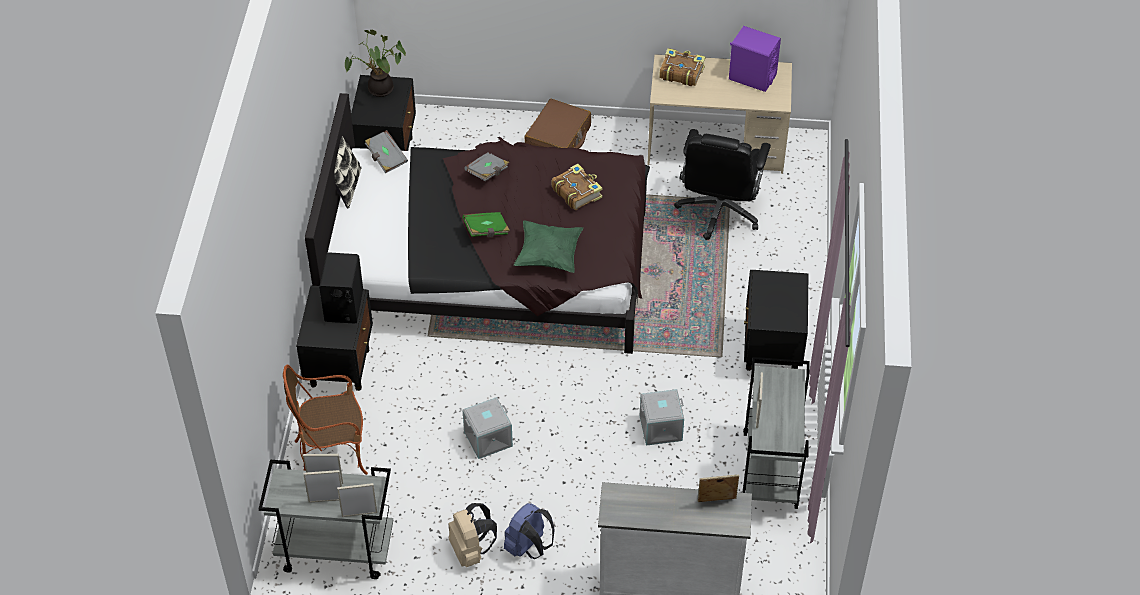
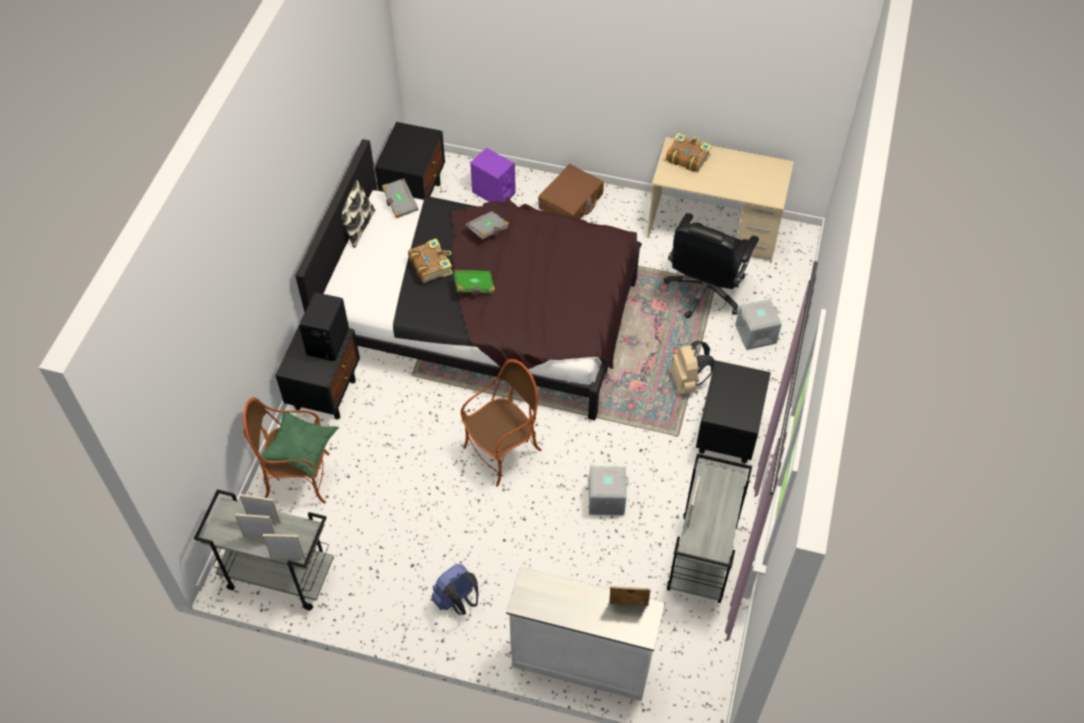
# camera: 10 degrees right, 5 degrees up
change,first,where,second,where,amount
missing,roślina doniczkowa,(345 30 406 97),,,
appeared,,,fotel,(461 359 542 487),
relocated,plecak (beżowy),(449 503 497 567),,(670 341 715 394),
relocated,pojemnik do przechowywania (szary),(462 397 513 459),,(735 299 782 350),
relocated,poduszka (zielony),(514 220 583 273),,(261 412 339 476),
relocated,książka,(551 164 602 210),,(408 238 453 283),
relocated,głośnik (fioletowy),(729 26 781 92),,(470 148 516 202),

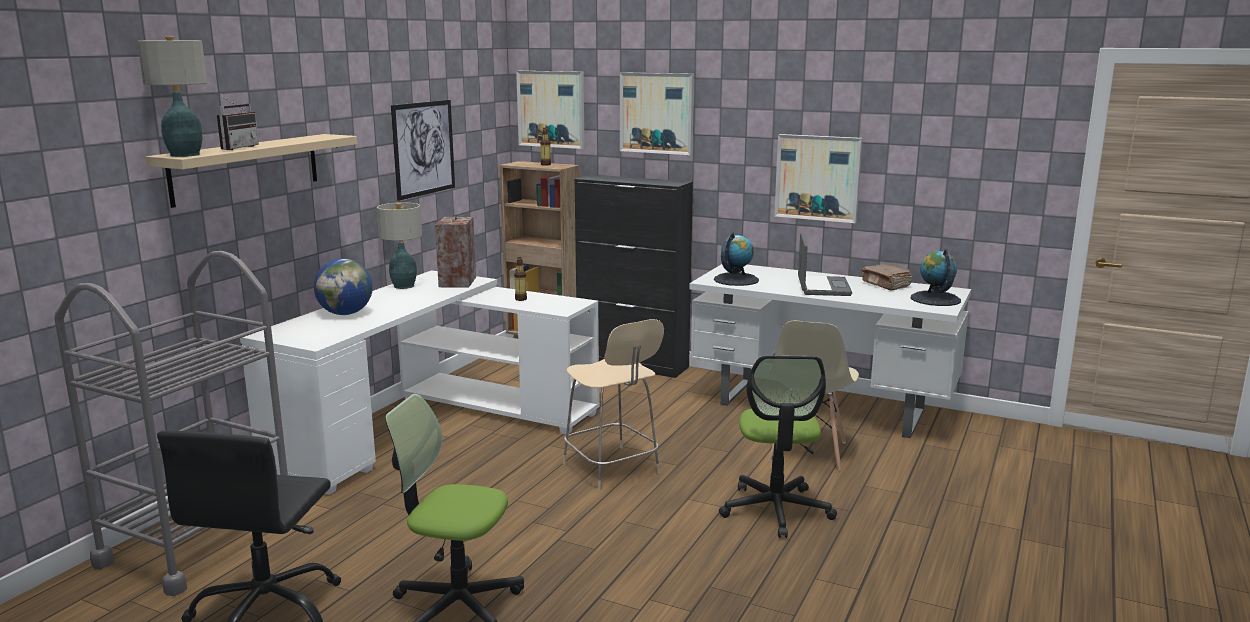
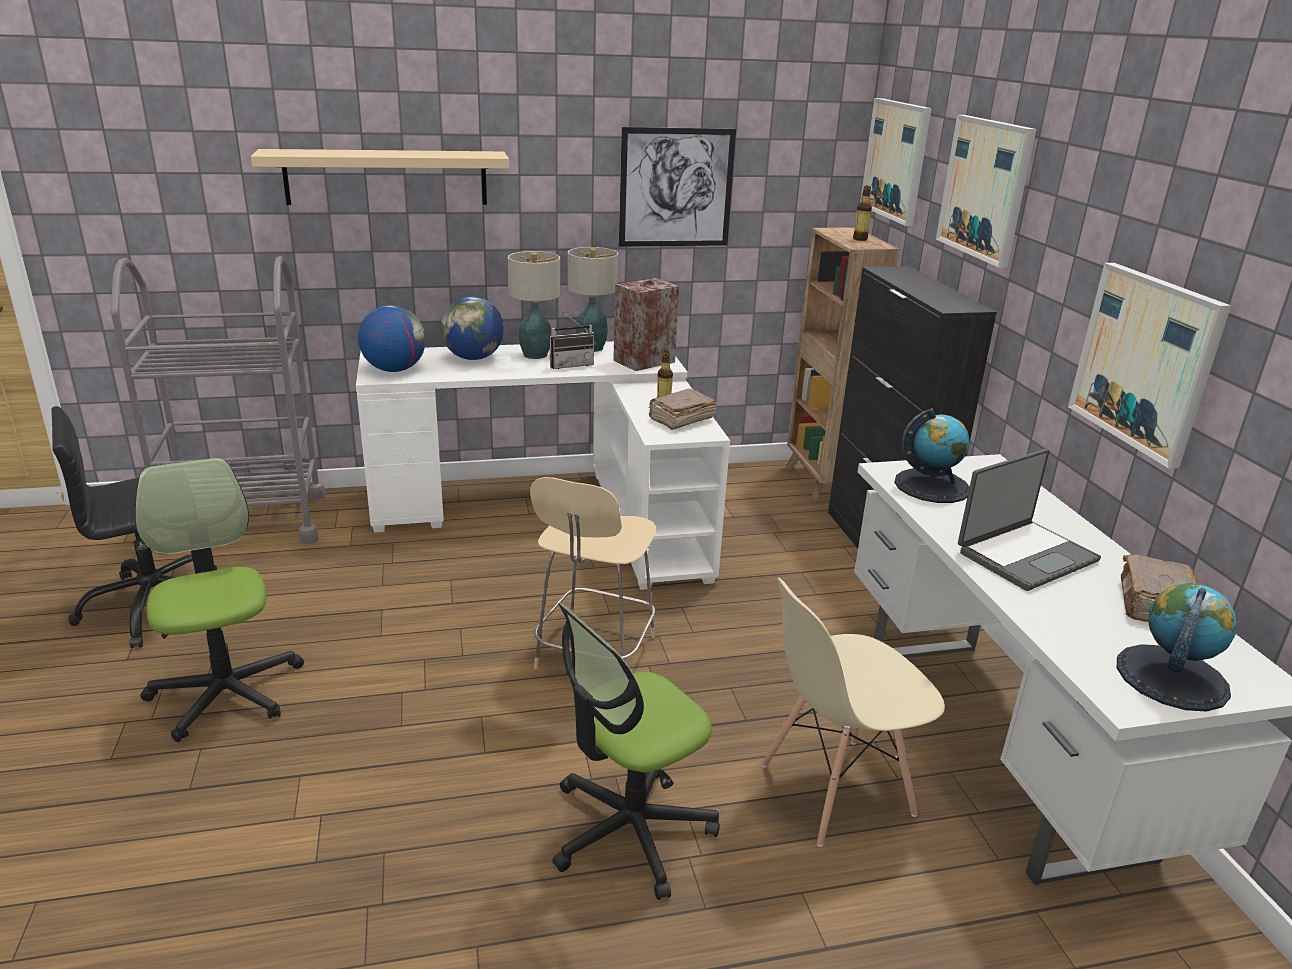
# camera: 50 degrees right, 10 degrees up
change,first,where,second,where,amount
appeared,,,globus,(358 305 426 372),
appeared,,,książka (brązowy),(649 389 717 430),
relocated,lampa stołowa,(137 36 207 157),,(508 251 560 359),
relocated,radio,(215 93 259 150),,(550 312 595 369),

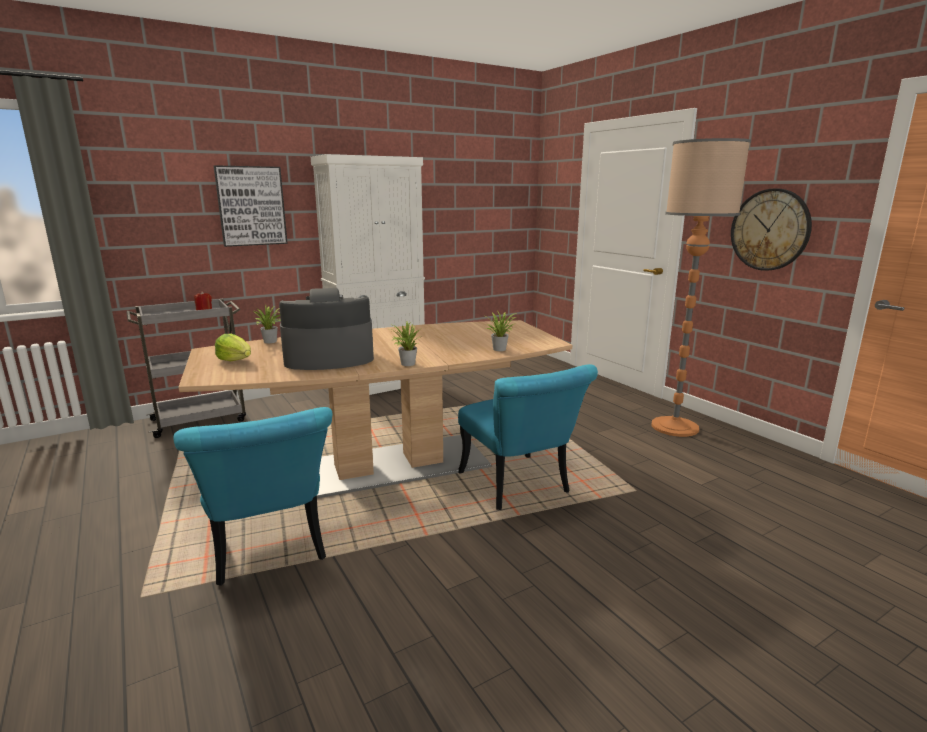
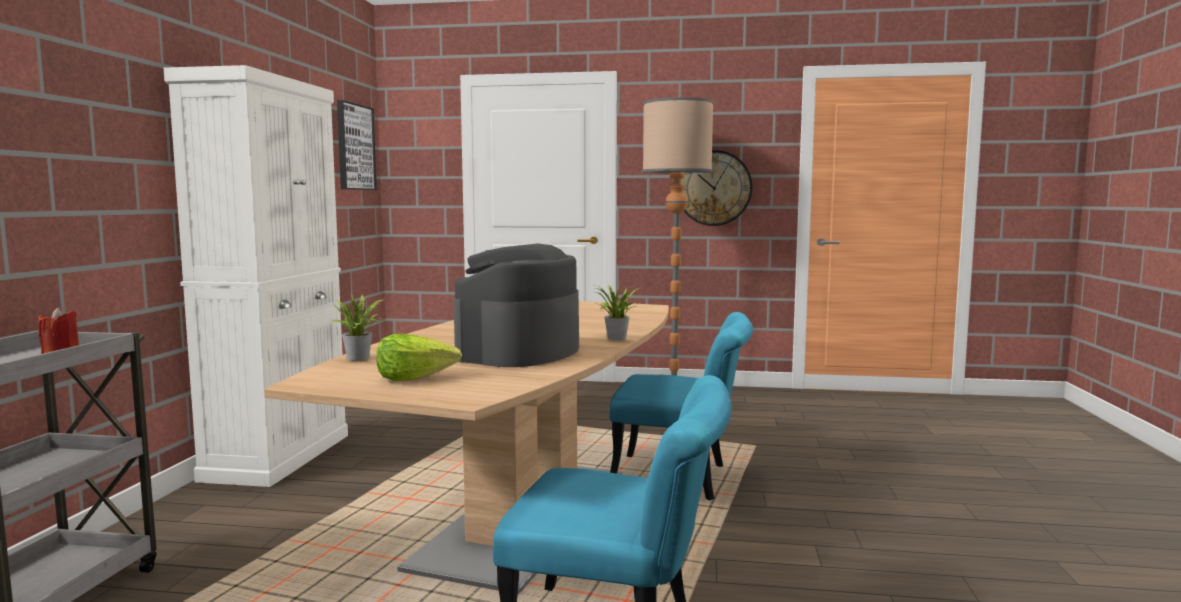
# camera: 50 degrees left, 10 degrees down
change,first,where,second,where,amount
missing,roślina doniczkowa,(486 312 517 351),,,
relocated,obraz,(214 165 288 247),,(337 100 377 190),

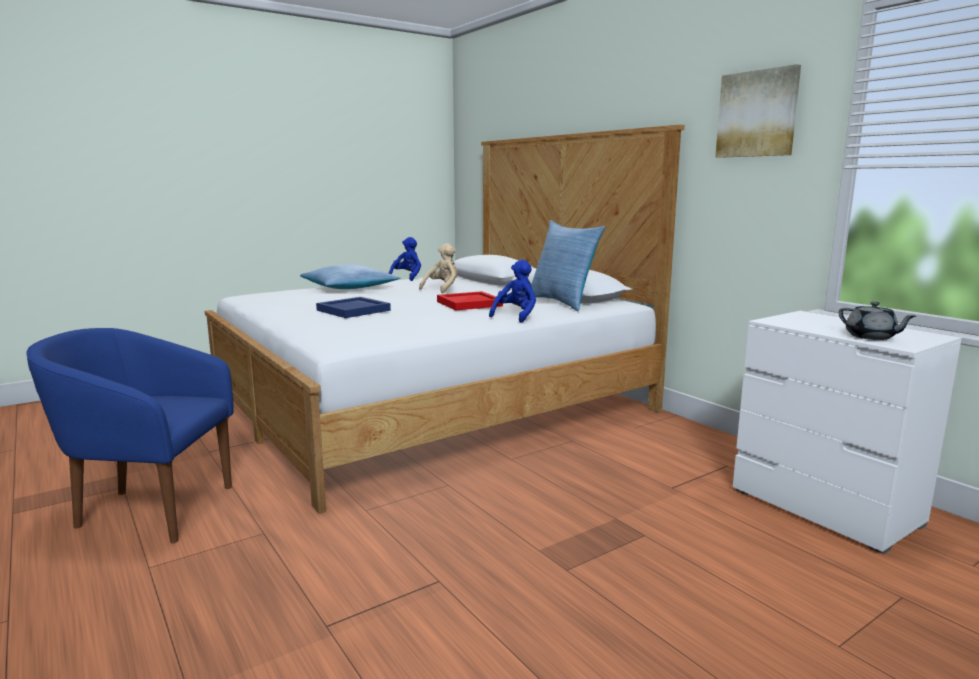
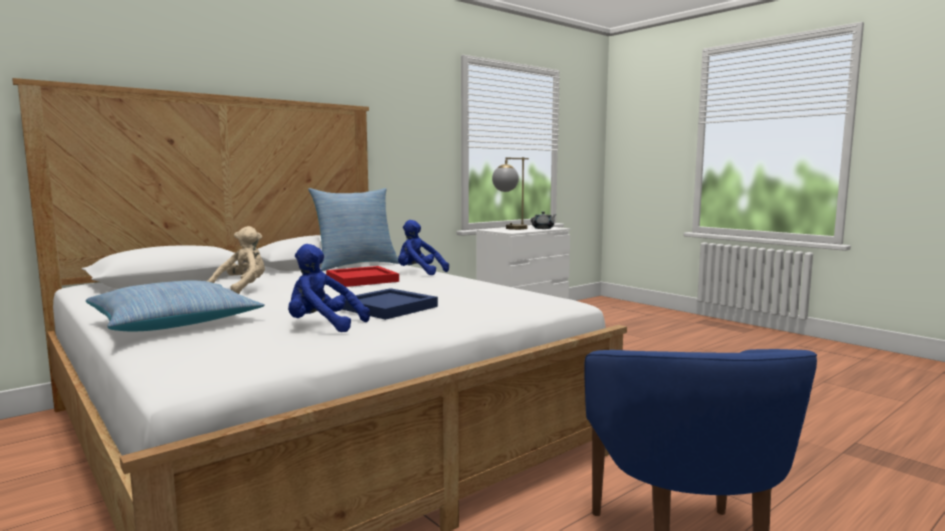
# camera: 95 degrees left, 5 degrees down
change,first,where,second,where,amount
missing,obraz,(715 64 801 158),,,
appeared,,,lampa stołowa,(492 157 529 230),
relocated,pluszak (niebieski),(389 237 421 281),,(288 244 370 332),
spun,pluszak (beżowy),(419 243 457 293),,(207 226 265 294),90 degrees clockwise

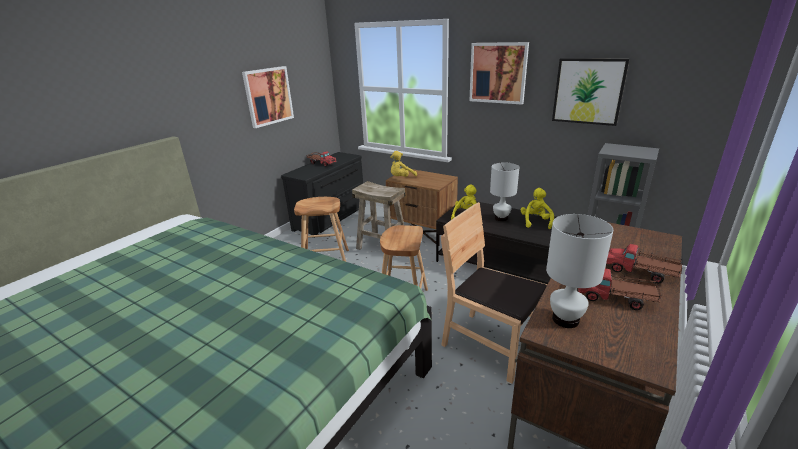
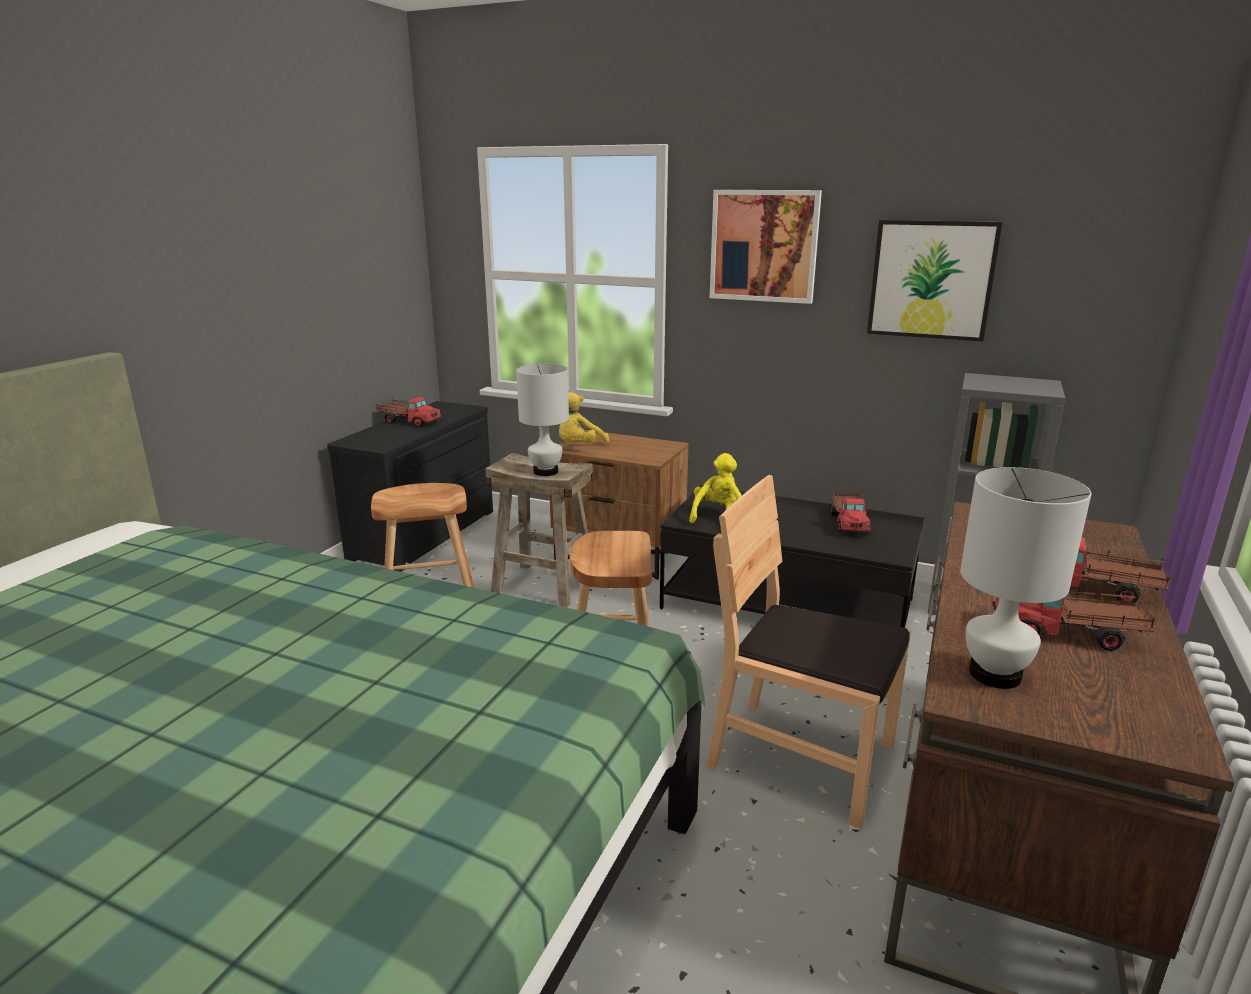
# camera: 10 degrees left, 5 degrees down
change,first,where,second,where,amount
missing,obraz,(242 66 294 128),,,
relocated,lampa stołowa (biały),(490 163 520 221),,(516 364 569 476),
exchanged,pluszak (żółty),(521 188 554 229),ciężarówka zabawkowa,(830 489 871 533),

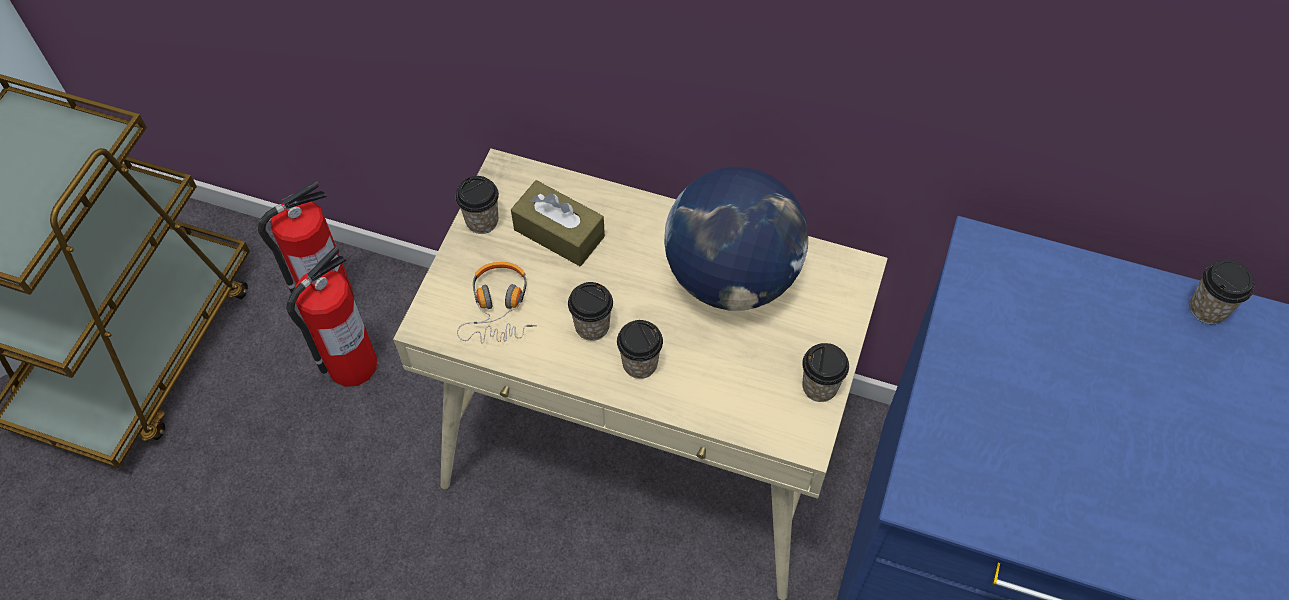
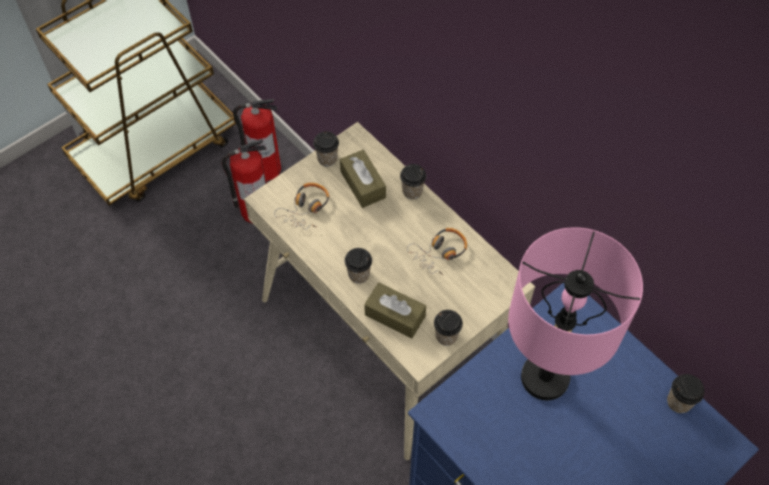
# camera: 30 degrees right, 0 degrees up
change,first,where,second,where,amount
appeared,,,pudełko chusteczek (brązowy),(364 283 426 339),
appeared,,,lampa stołowa (różowy),(508 227 643 400),
relocated,filiżanka,(568 282 613 341),,(400 164 426 199),
exchanged,globus,(664 167 808 311),słuchawki,(407 228 467 275),

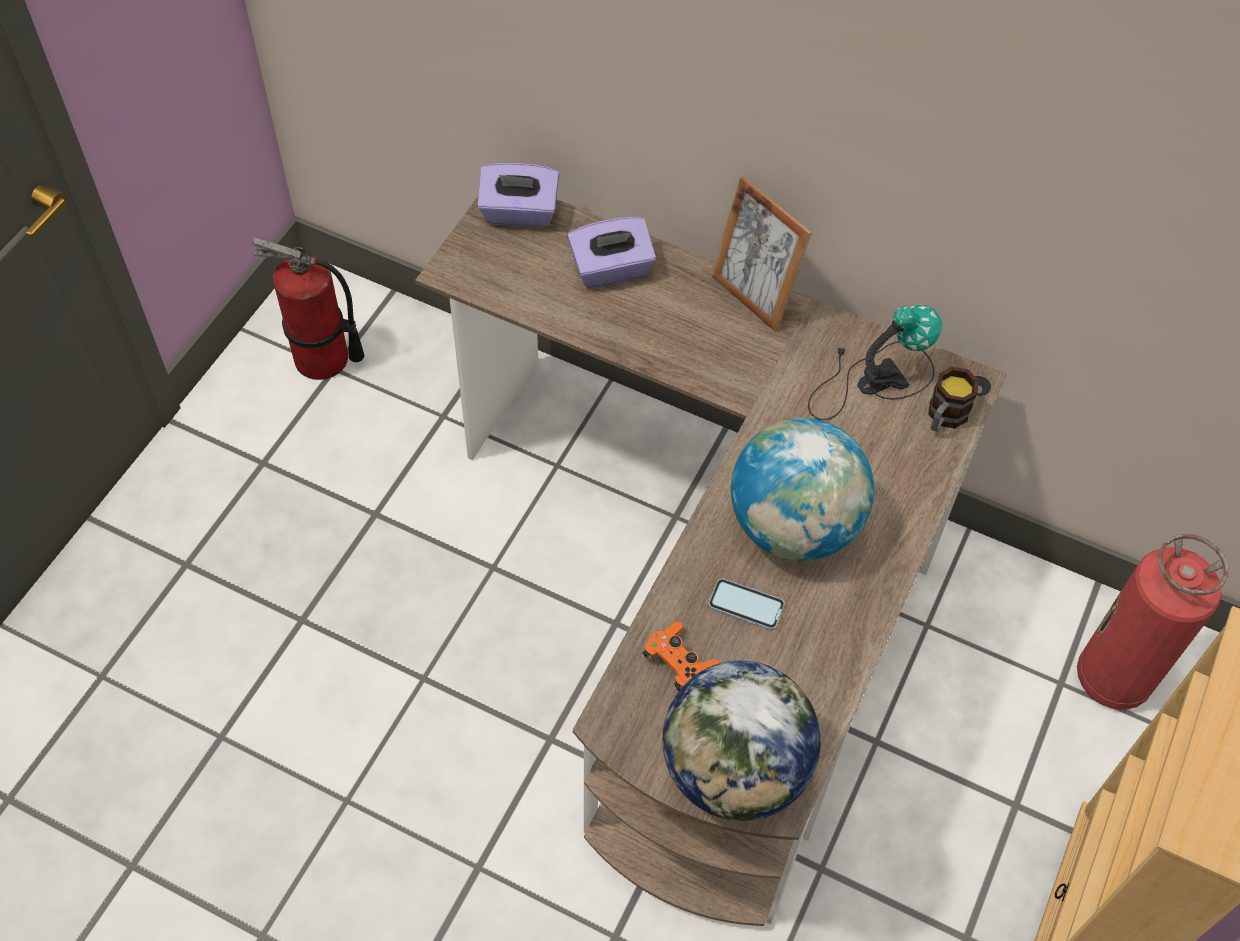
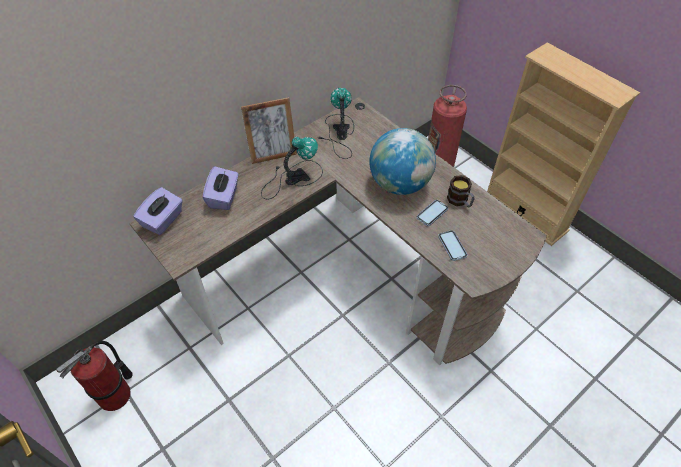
# camera: 65 degrees left, 5 degrees down
change,first,where,second,where,amount
missing,globus,(662 660 821 821),,,
appeared,,,lampa stołowa,(261 137 323 200),
relocated,kubek,(928 367 979 431),,(447 175 474 207),
exchanged,pad do gier (pomarańczowy),(642 622 720 692),telefon,(438 230 467 261),

